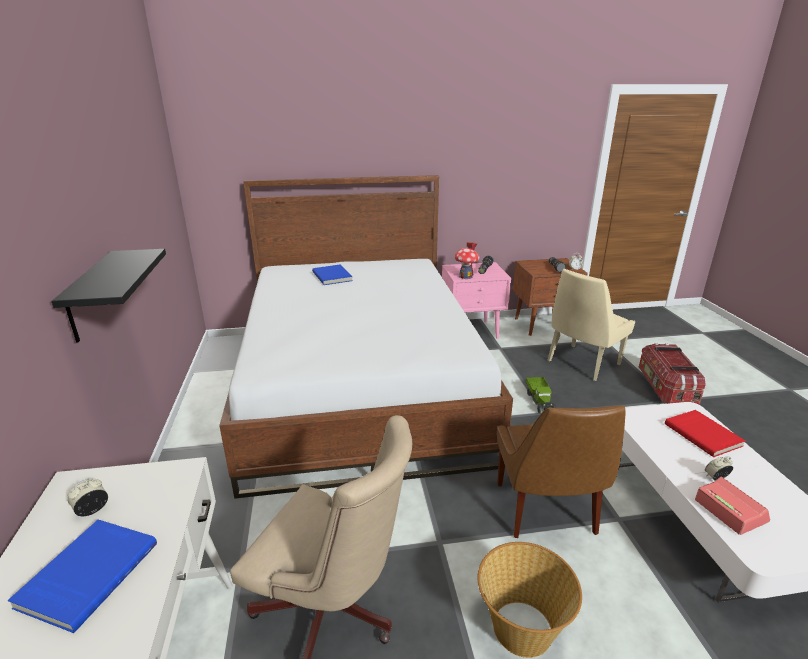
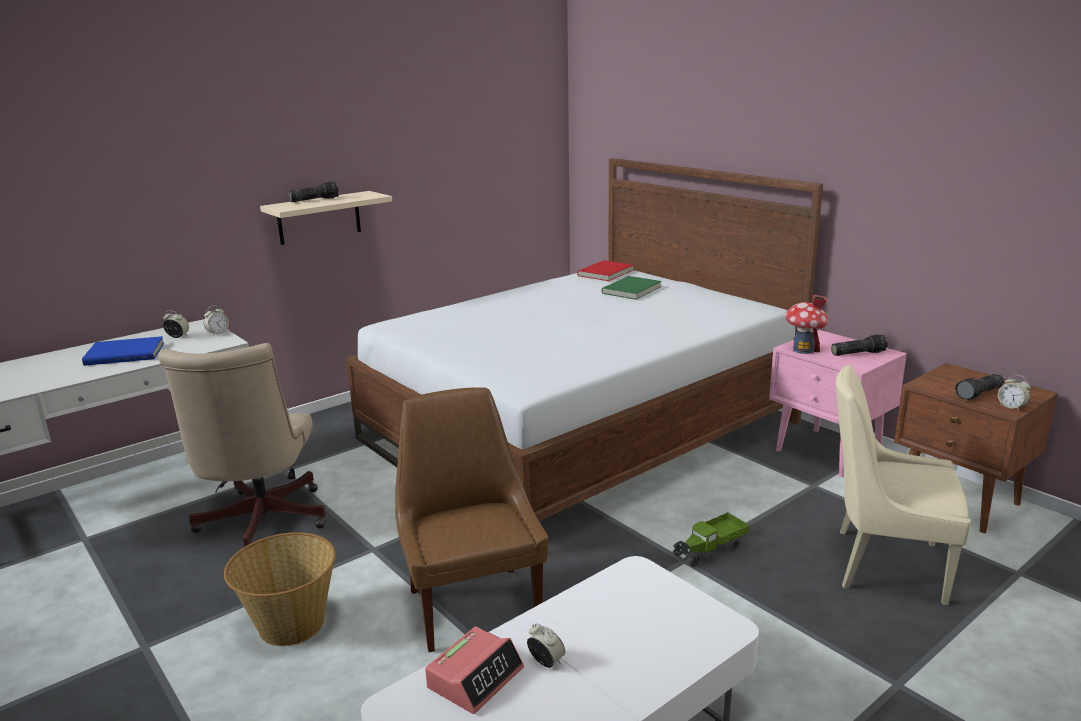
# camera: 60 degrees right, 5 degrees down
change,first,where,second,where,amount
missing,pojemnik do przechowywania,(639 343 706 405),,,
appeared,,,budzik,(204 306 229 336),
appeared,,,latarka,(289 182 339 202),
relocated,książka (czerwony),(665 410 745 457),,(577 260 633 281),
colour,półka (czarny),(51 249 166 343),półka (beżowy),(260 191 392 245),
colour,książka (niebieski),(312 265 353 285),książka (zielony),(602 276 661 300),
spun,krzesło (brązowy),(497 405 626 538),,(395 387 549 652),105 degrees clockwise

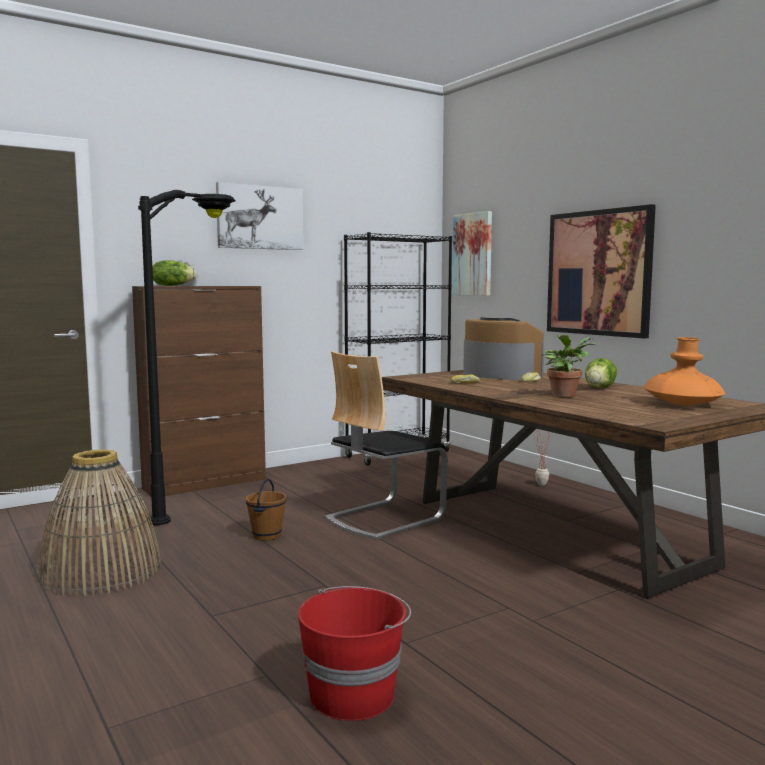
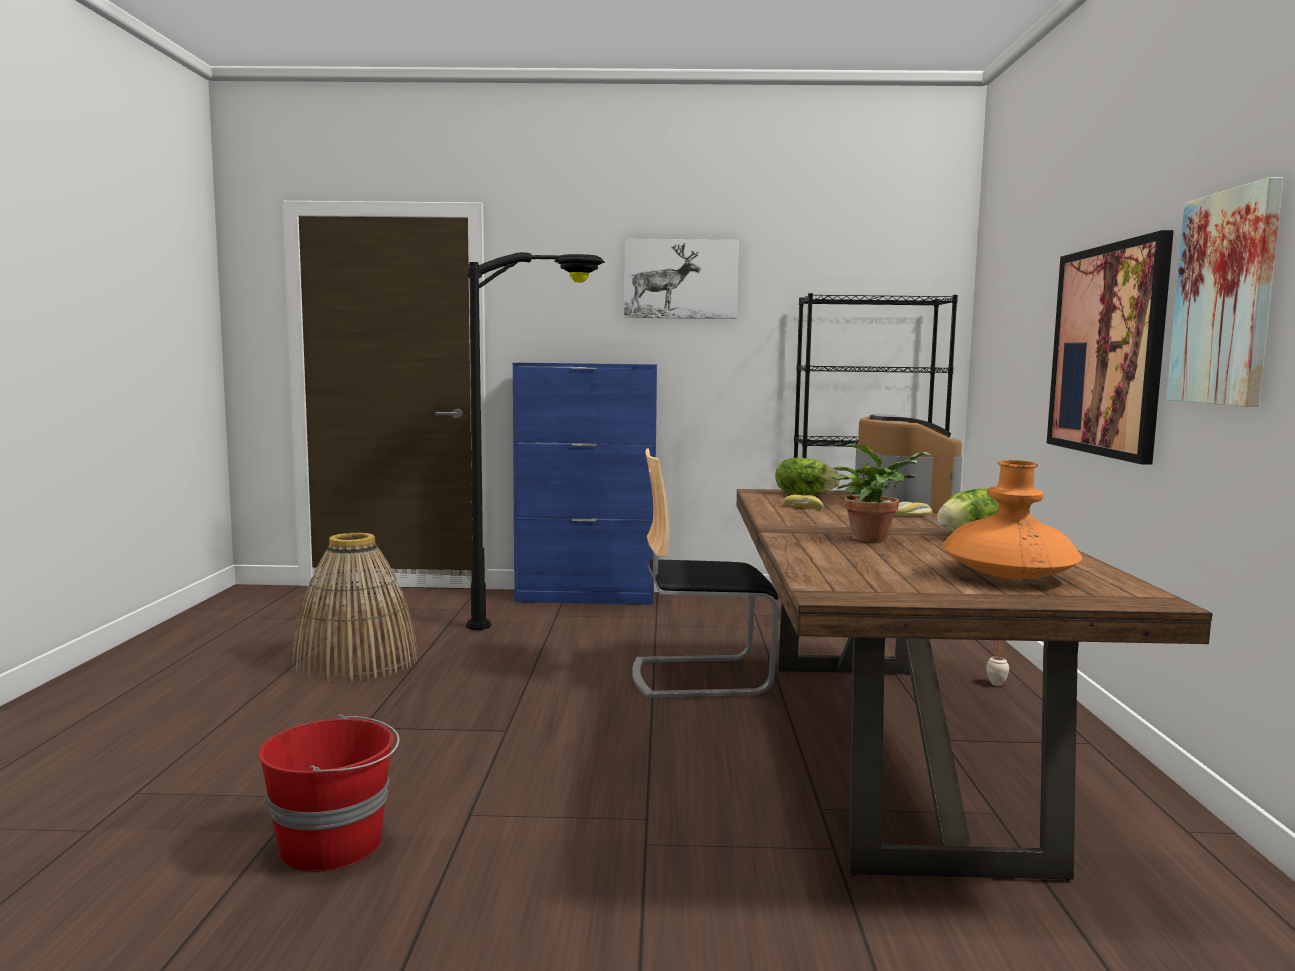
# camera: 35 degrees right, 0 degrees up
change,first,where,second,where,amount
missing,wiadro (brązowy),(246 478 287 541),,,
relocated,sałata,(152 260 196 286),,(776 458 840 495),
relocated,obraz,(452 211 492 296),,(1166 177 1283 407),
colour,szafka (brązowy),(132 286 266 496),szafka (niebieski),(513 363 657 605),

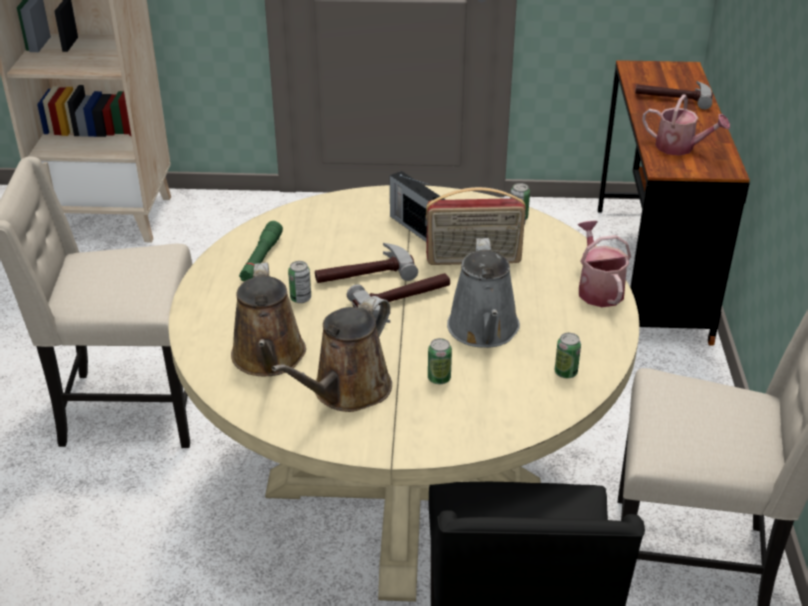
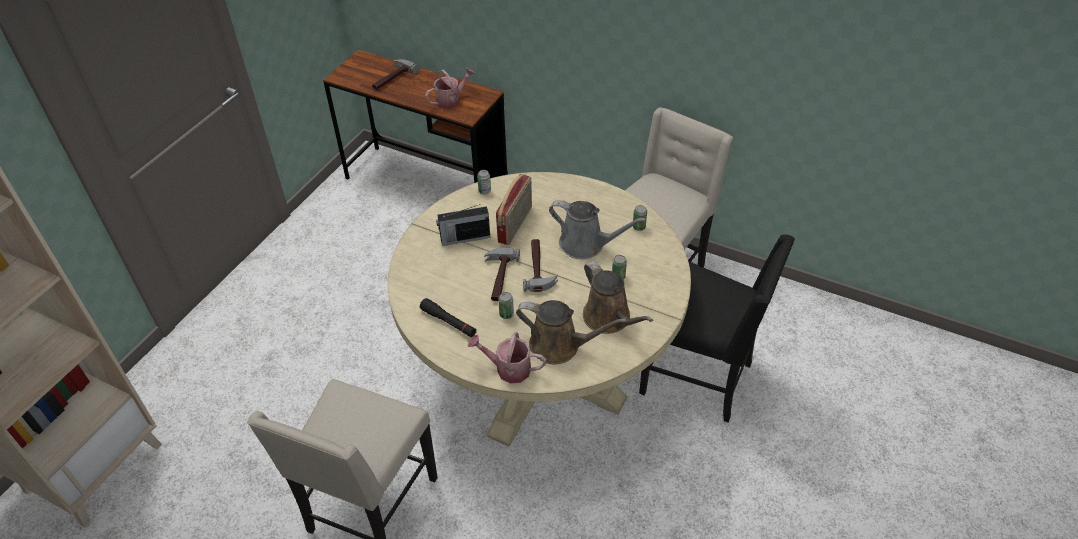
# camera: 65 degrees left, 10 degrees up
change,first,where,second,where,amount
relocated,konewka,(578 220 631 307),,(468 332 546 383),
colour,latarka (zielony),(239 221 283 281),latarka (czarny),(420 298 476 338),

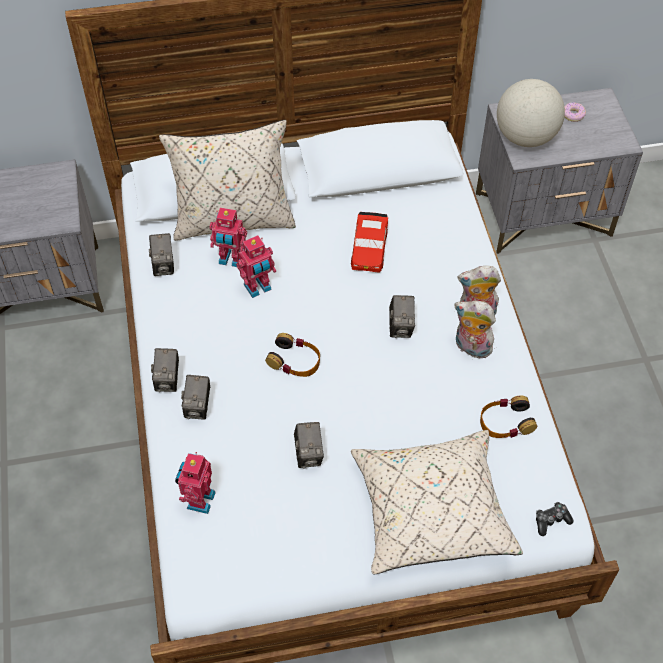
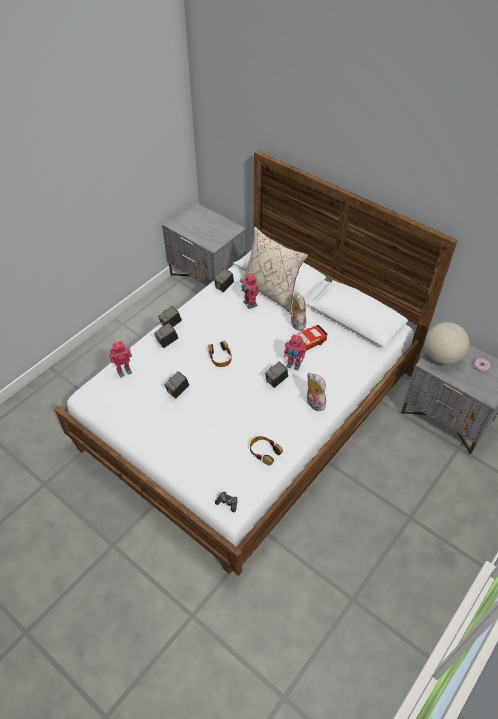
# camera: 50 degrees right, 5 degrees down
change,first,where,second,where,amount
missing,poduszka (beżowy),(351 430 523 575),,,
relocated,robot zabawkowy,(236 235 276 298),,(284 334 306 370),
relocated,pluszak,(454 300 496 358),,(289 293 306 331),

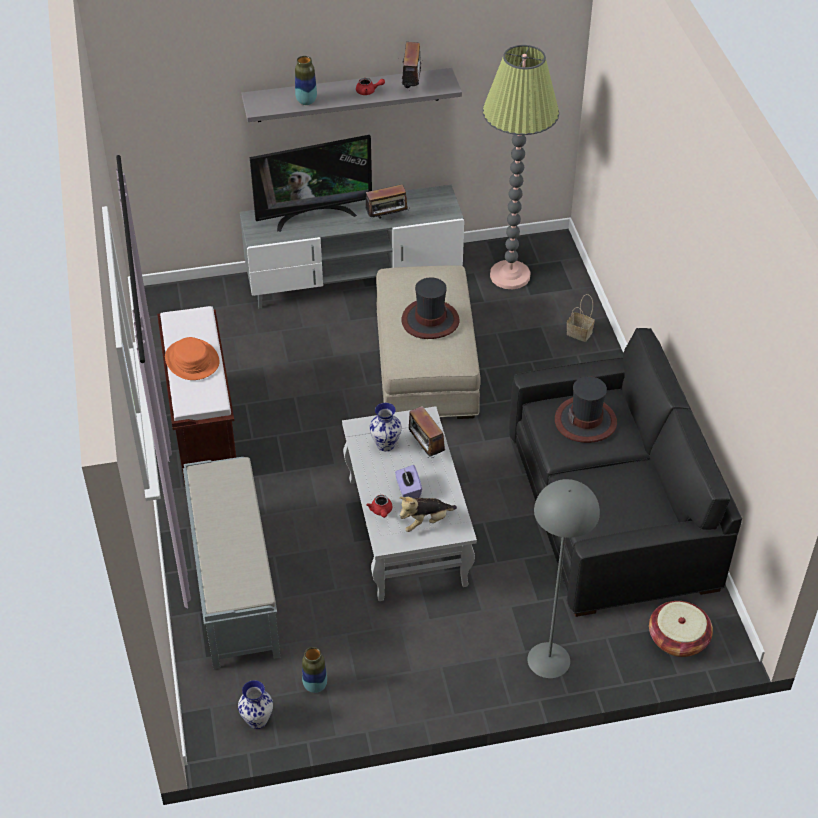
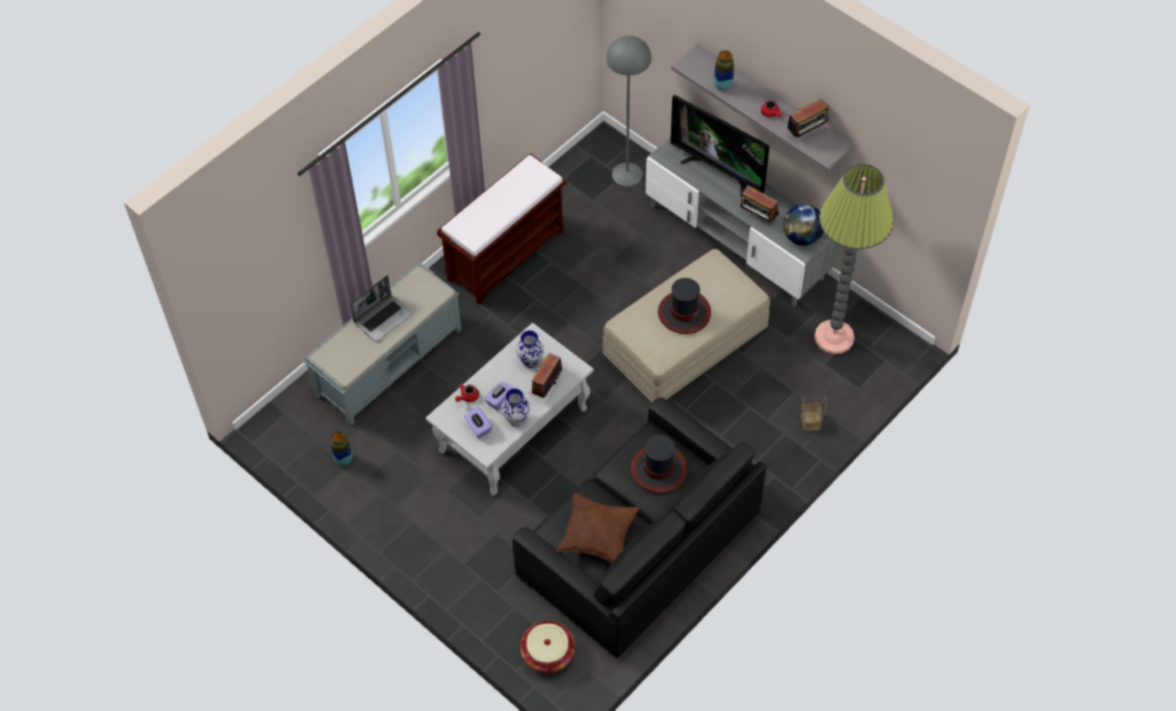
# camera: 55 degrees right, 10 degrees up
change,first,where,second,where,amount
missing,kapelusz (pomarańczowy),(165 337 219 380),,,
appeared,,,laptop,(350 275 413 342),
appeared,,,poduszka (brązowy),(556 493 639 563),
appeared,,,globus,(783 204 823 246),
relocated,wazon,(238 680 273 729),,(501 388 530 426),
relocated,lampa stojąca (szary),(527 479 600 678),,(606 36 652 186),
exchanged,pluszak,(399 497 457 532),pudełko chusteczek (fioletowy),(464 407 492 438),

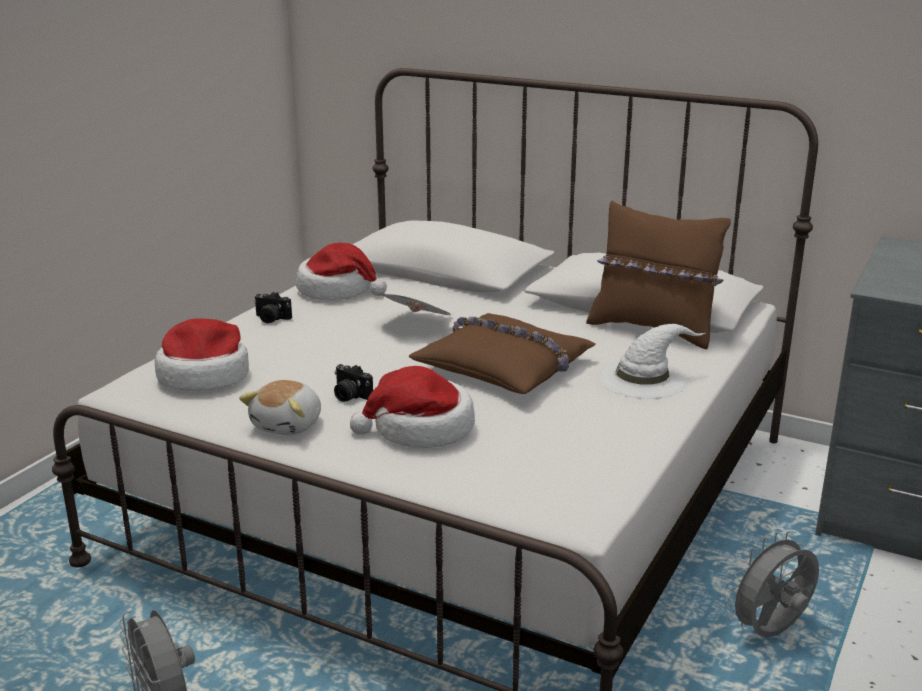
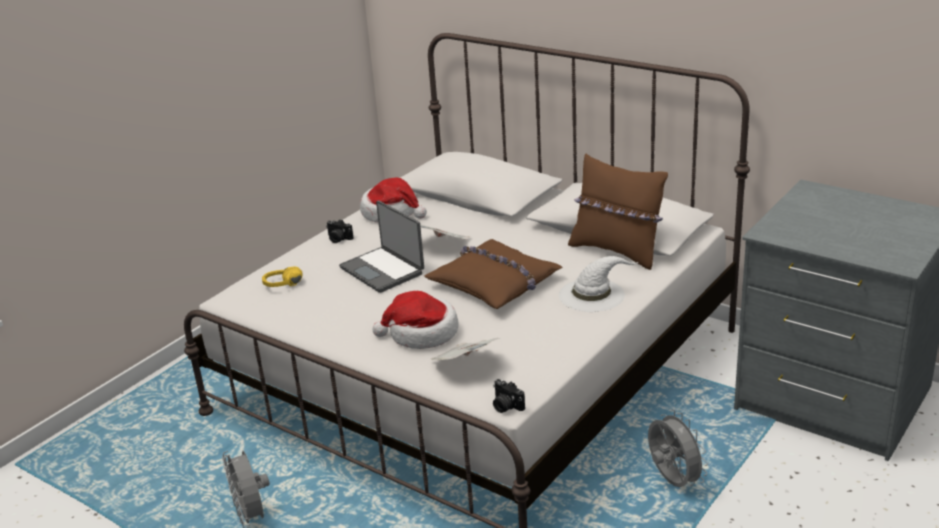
# camera: 10 degrees right, 5 degrees up
change,first,where,second,where,amount
missing,pluszak,(239 380 321 436),,,
appeared,,,laptop,(339 200 424 293),
appeared,,,gazeta,(431 338 500 360),
relocated,aparat fotograficzny,(334 364 373 402),,(493 379 525 413),
exchanged,kapelusz,(155 318 249 391),słuchawki (żółty),(262 266 303 287),
spun,wentylator (szary),(726 531 819 637),,(648 410 708 487),90 degrees clockwise

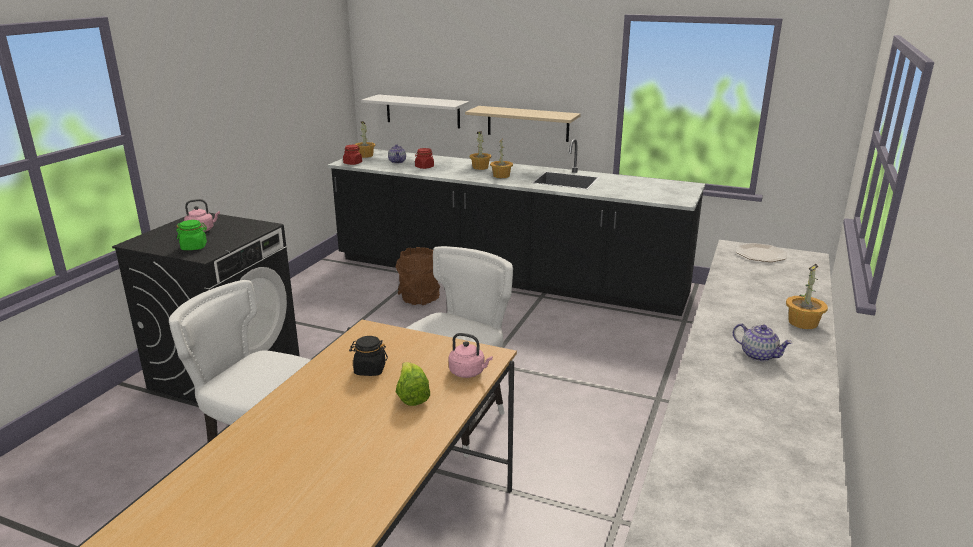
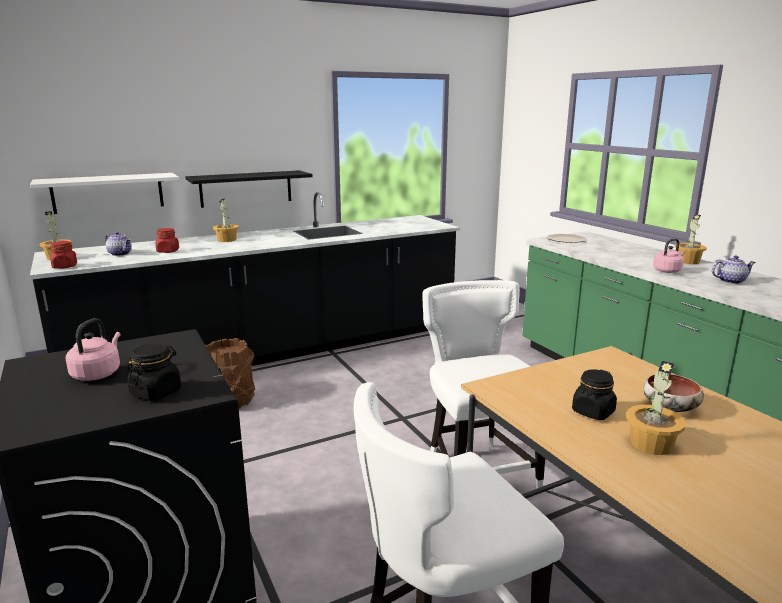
# camera: 50 degrees left, 5 degrees down
change,first,where,second,where,amount
relocated,czajnik (różowy),(449 333 493 378),,(653 239 686 273),
relocated,roślina doniczkowa,(490 138 513 178),,(626 361 686 455),
exchanged,sałata,(396 362 430 406),miska,(644 374 704 412),
colour,słoik (zielony),(176 220 207 250),słoik (czarny),(127 343 181 401),
colour,półka (beżowy),(465 106 581 142),półka (czarny),(186 170 313 208),

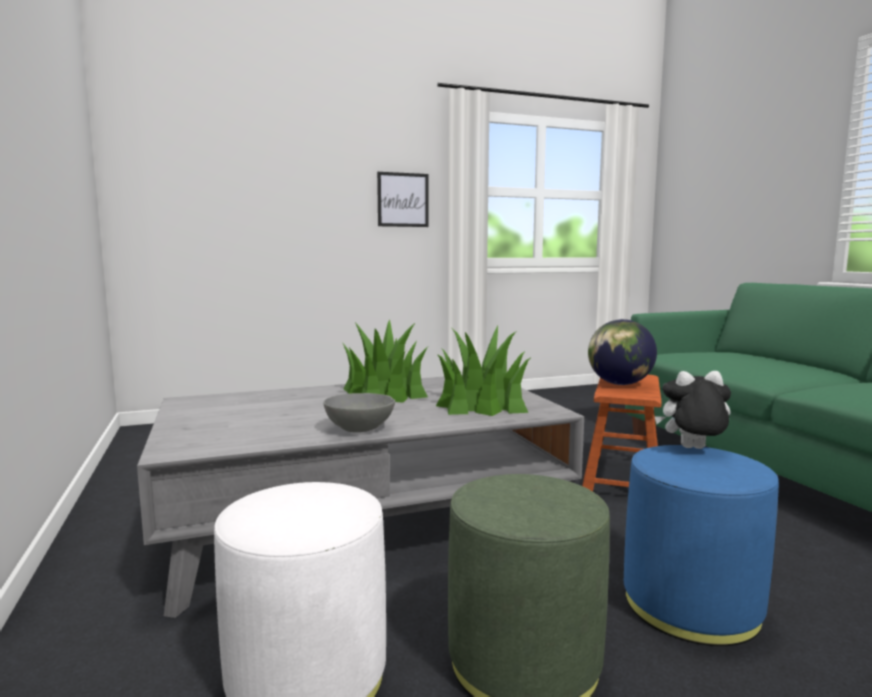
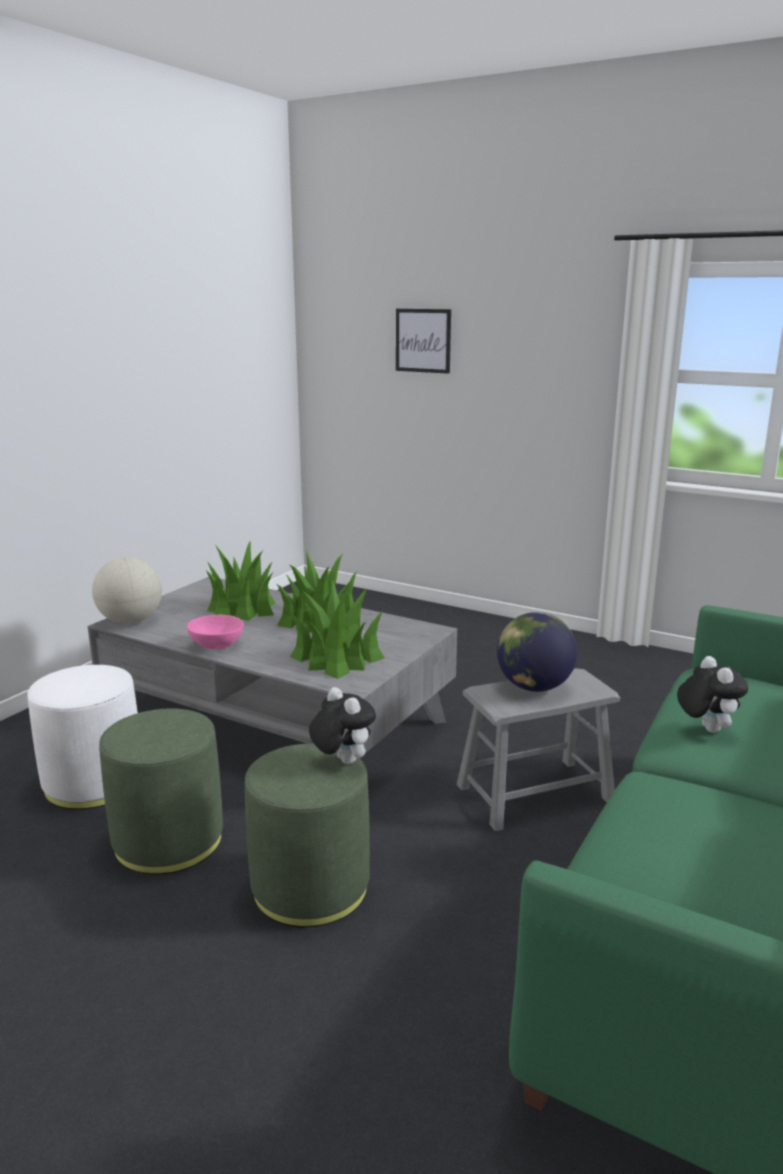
# camera: 50 degrees right, 10 degrees up
change,first,where,second,where,amount
appeared,,,globus,(92 557 162 624),
appeared,,,roślina doniczkowa,(206 540 276 621),
appeared,,,pluszak,(677 656 748 733),
relocated,obraz,(377 172 428 227),,(396 309 451 374),
colour,miska (szary),(323 393 396 432),miska (różowy),(187 615 244 649),
colour,stołek (brązowy),(582 375 661 491),stołek (szary),(457 668 620 831),
colour,pufa (niebieski),(624 445 779 646),pufa (zielony),(245 744 370 928),

